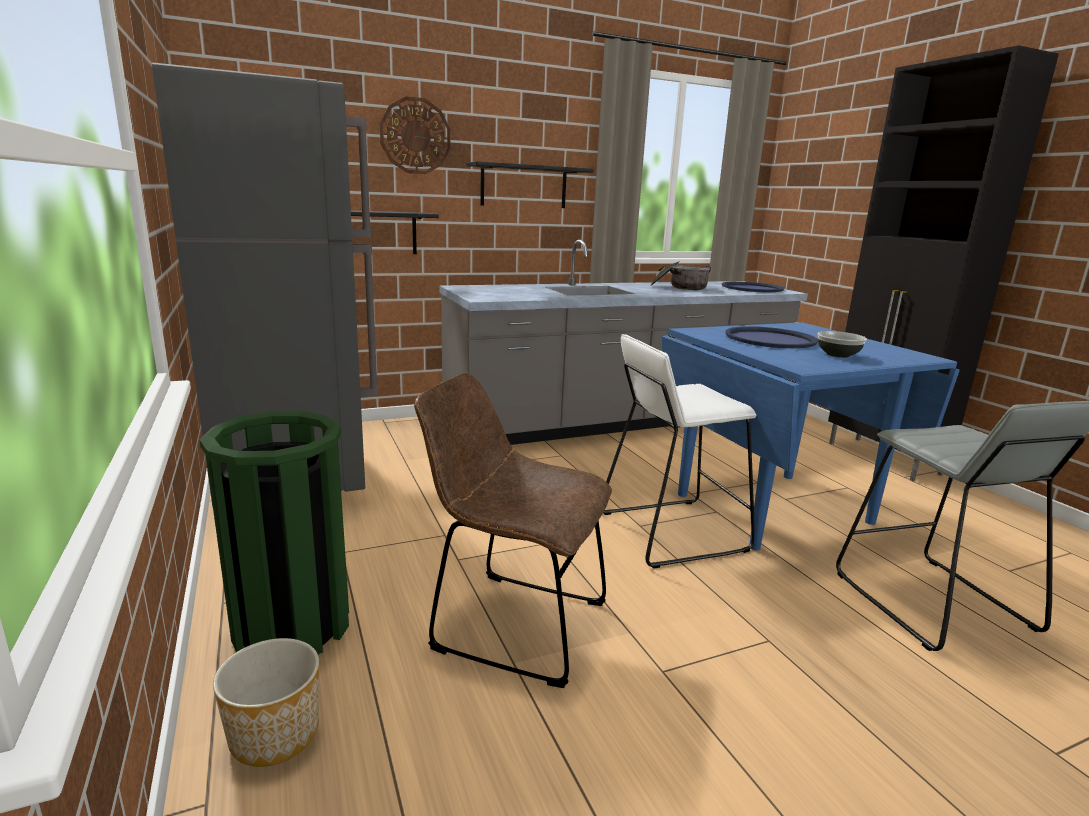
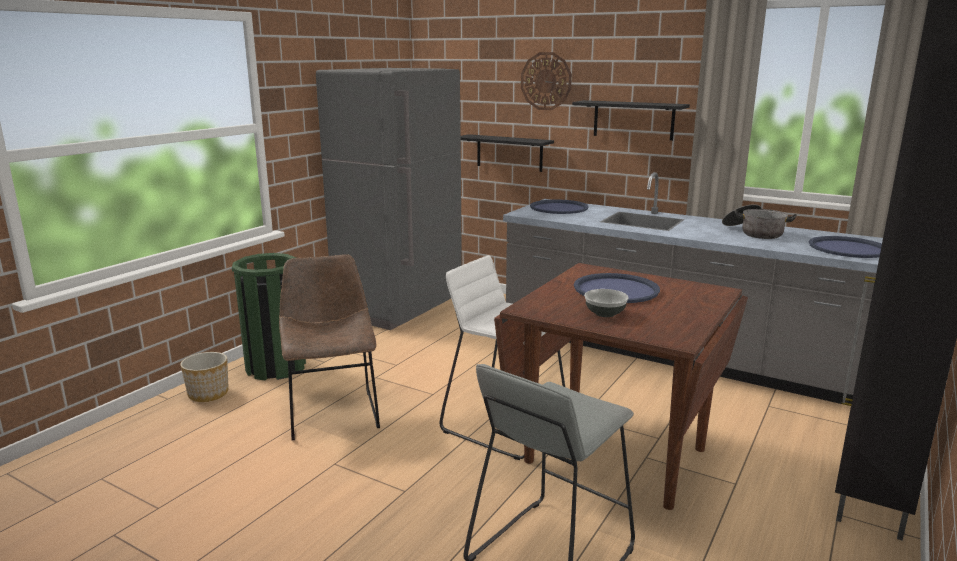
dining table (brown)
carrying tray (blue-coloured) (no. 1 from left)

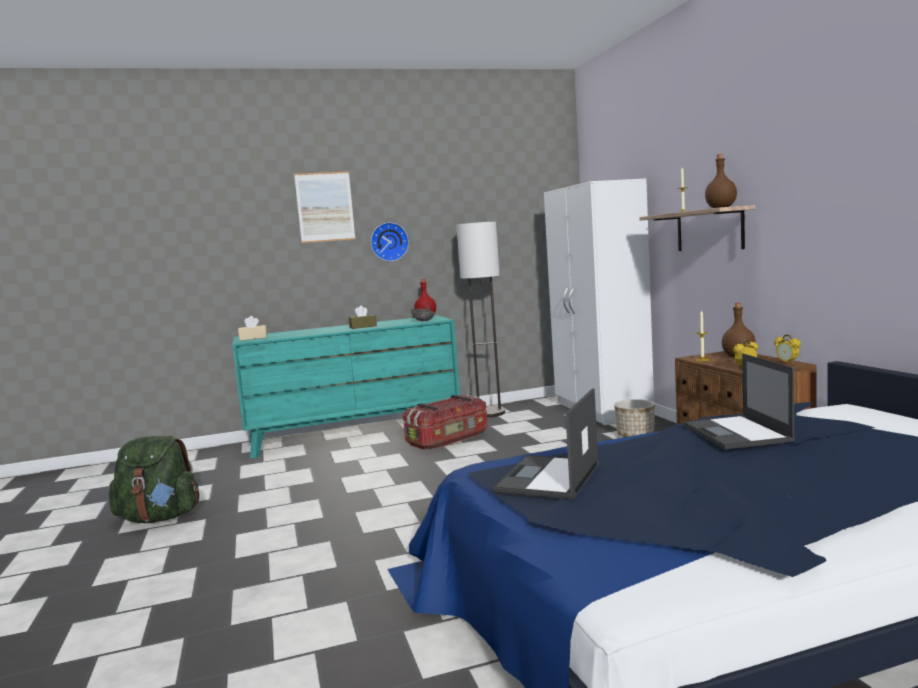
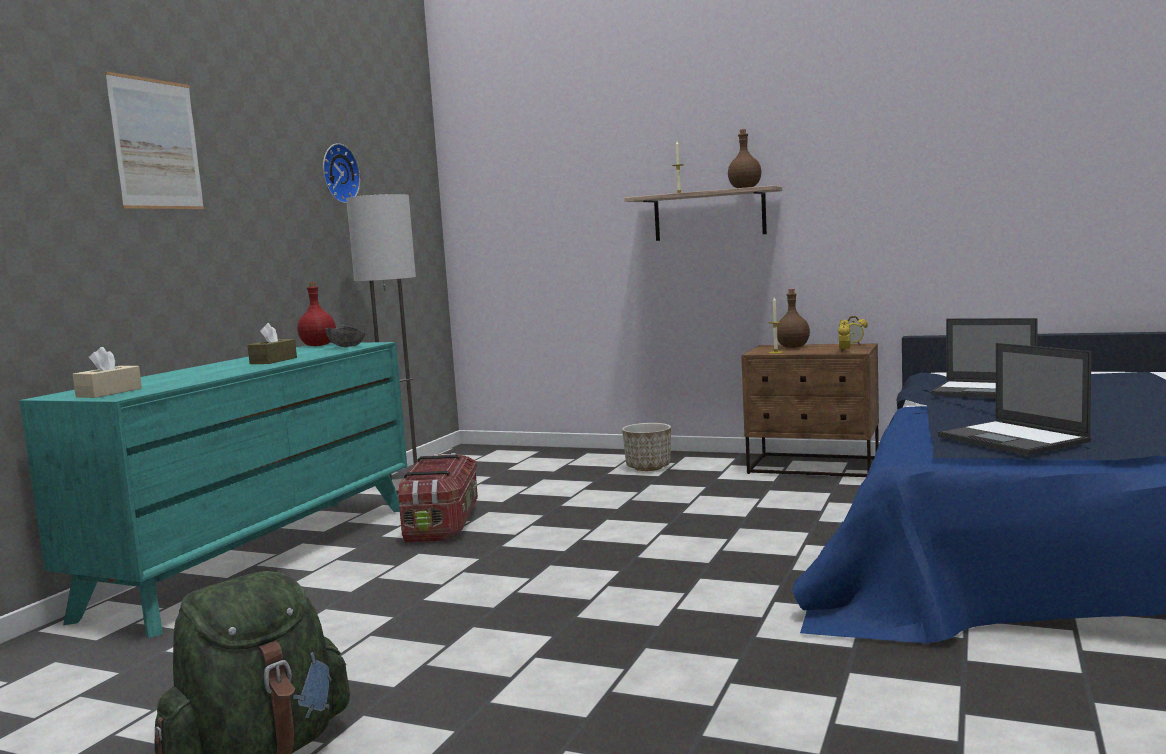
hanging clock
armoire (white)

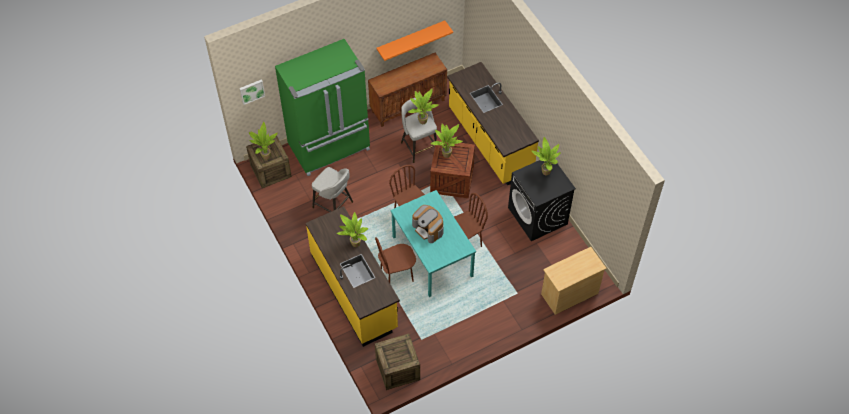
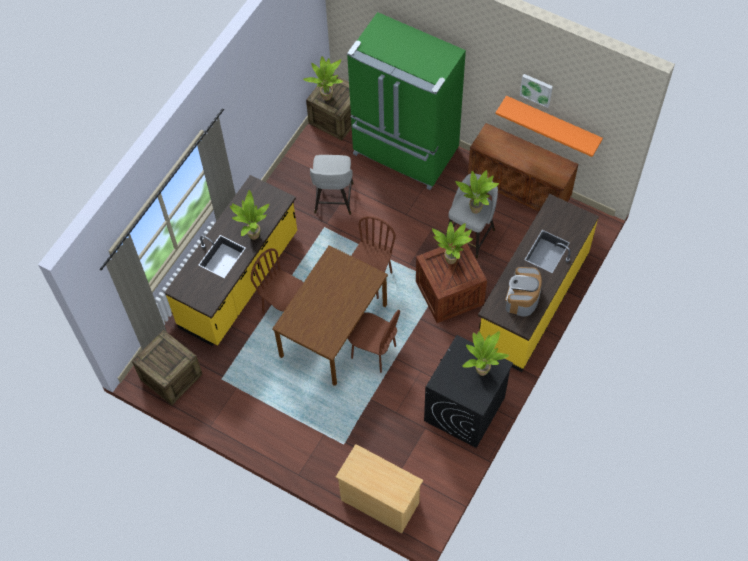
dining table (brown)
coffee maker
picture

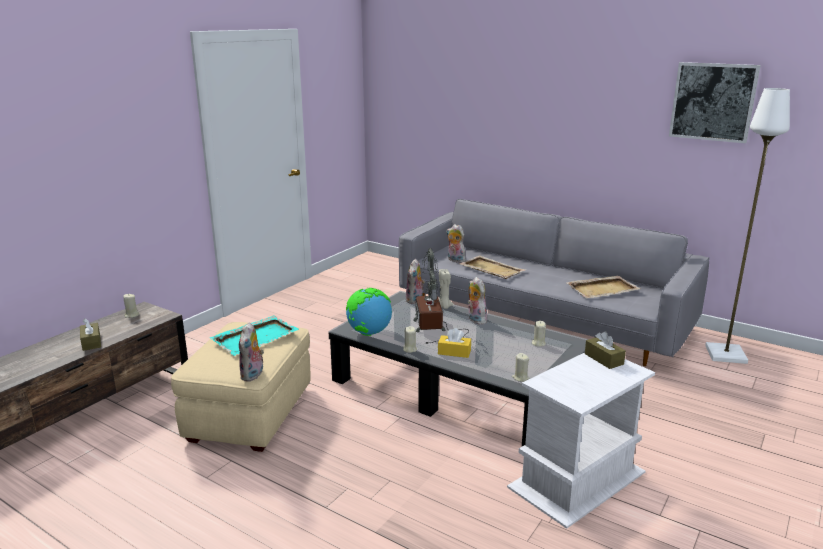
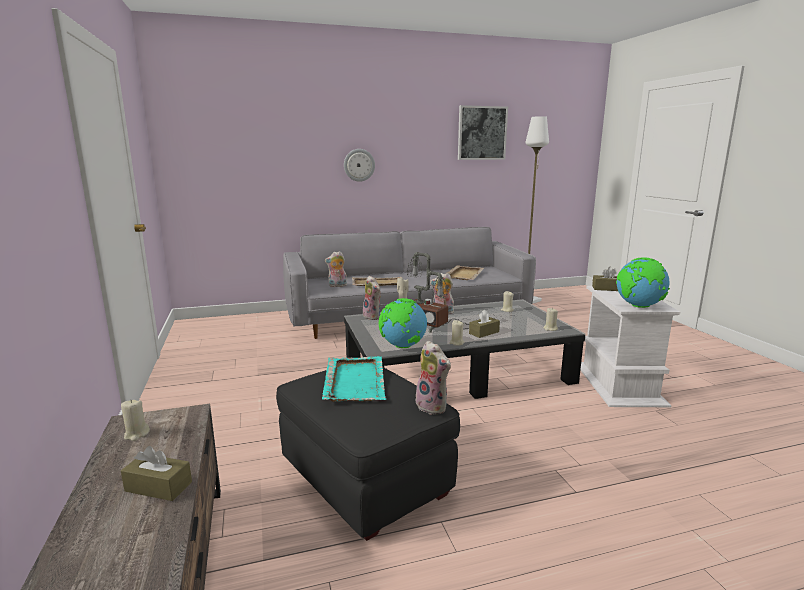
ottoman (blackish)
hanging clock
box of tissues (brown) (no. 2 from left)
globe (no. 2 from left)

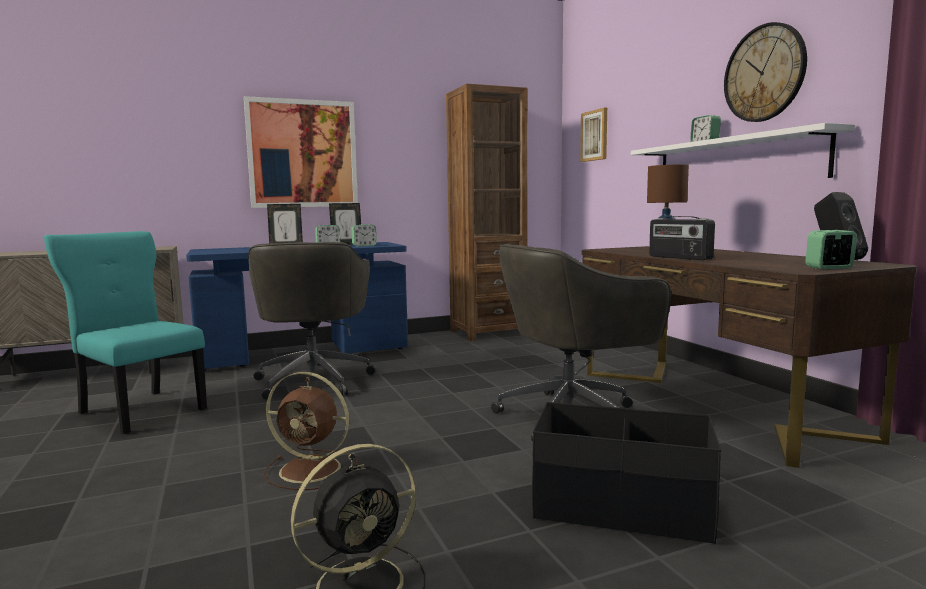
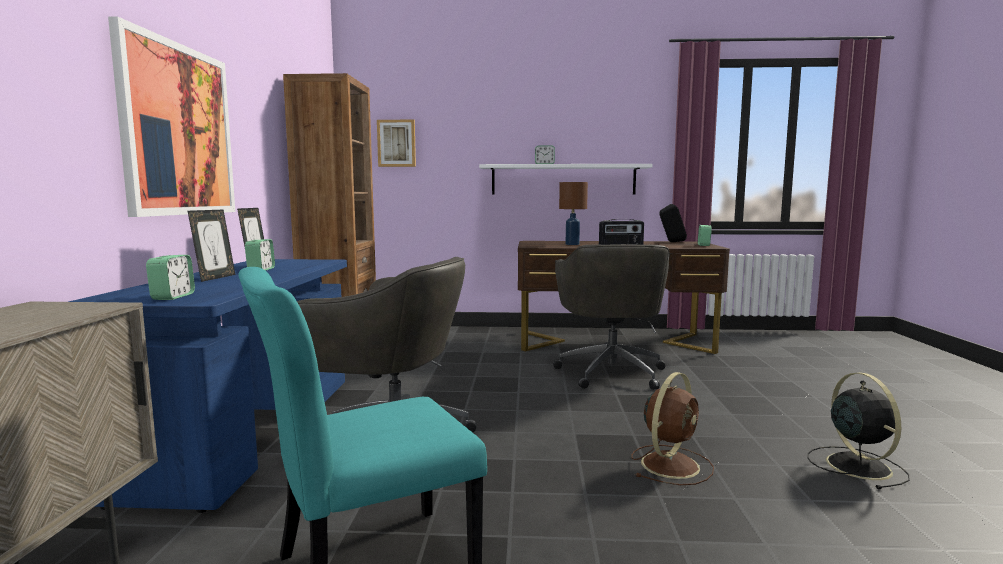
bedside clock (no. 1 from left)
storage container (blackish)
hanging clock

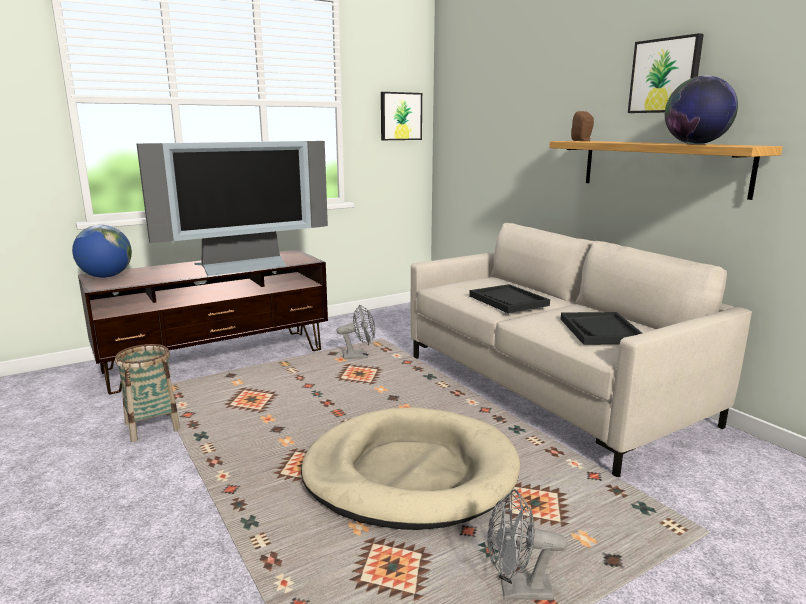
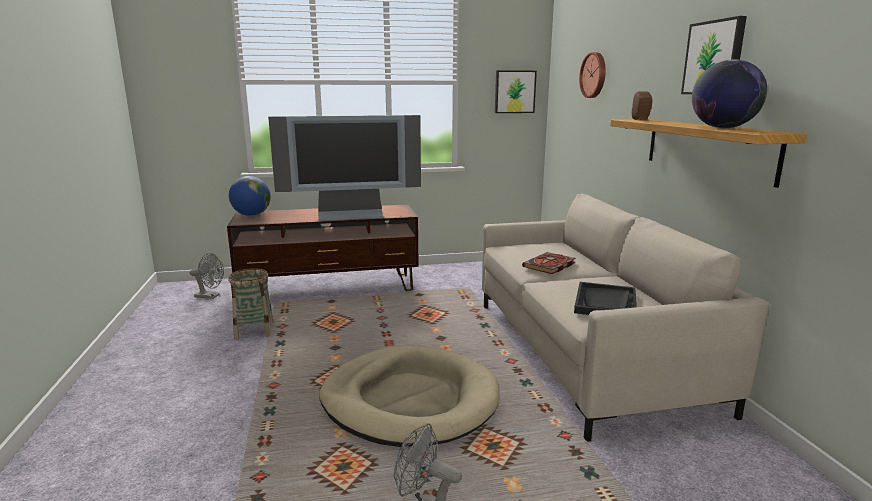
electric fan (gray) (no. 1 from left)
bound book
hanging clock

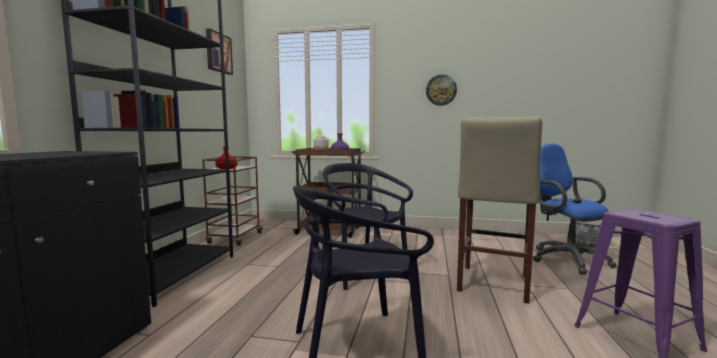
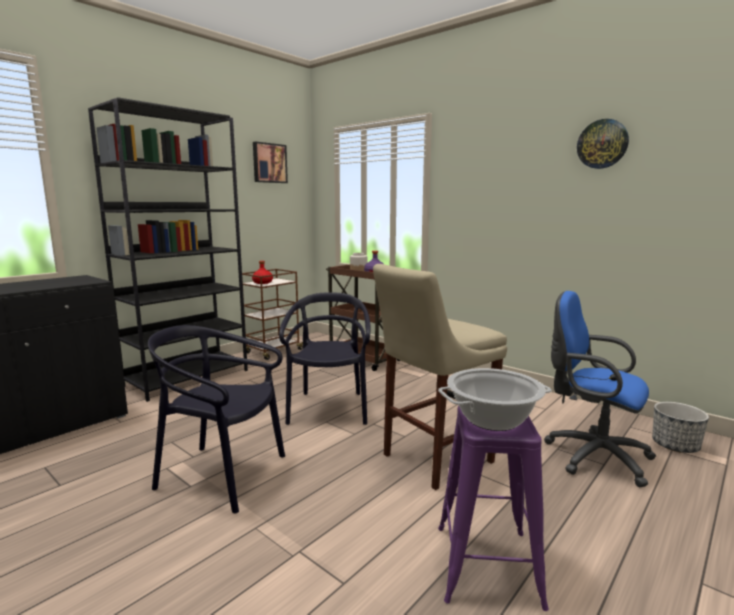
saucepot
desk chair (blue-coloured)
hanging clock

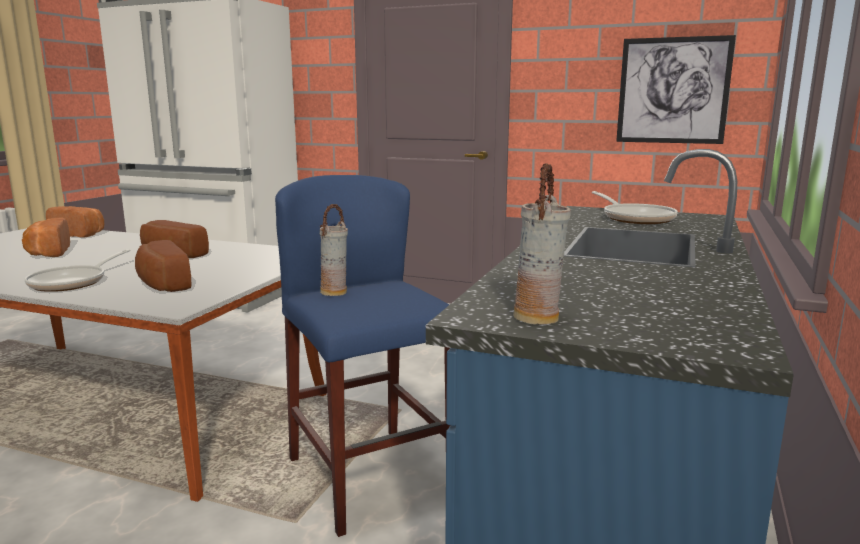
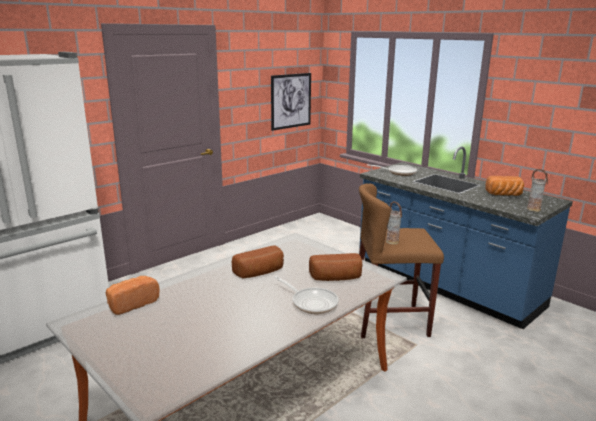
stool seat (brown)
baked bread (no. 4 from left)

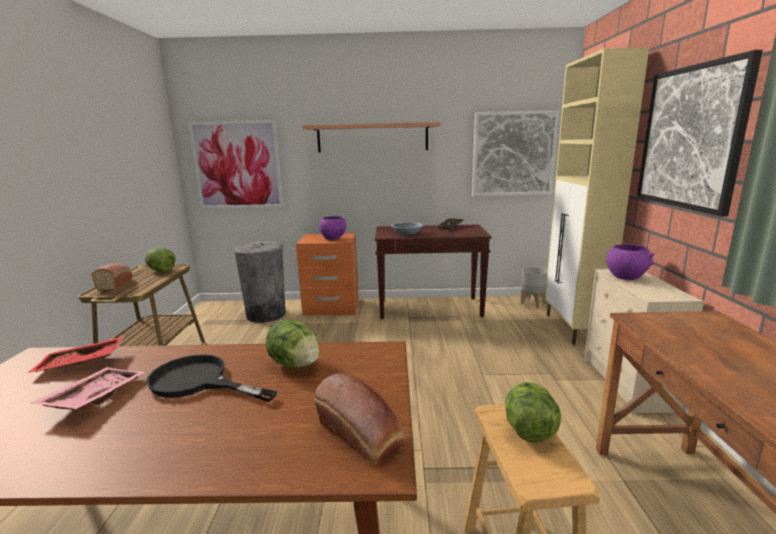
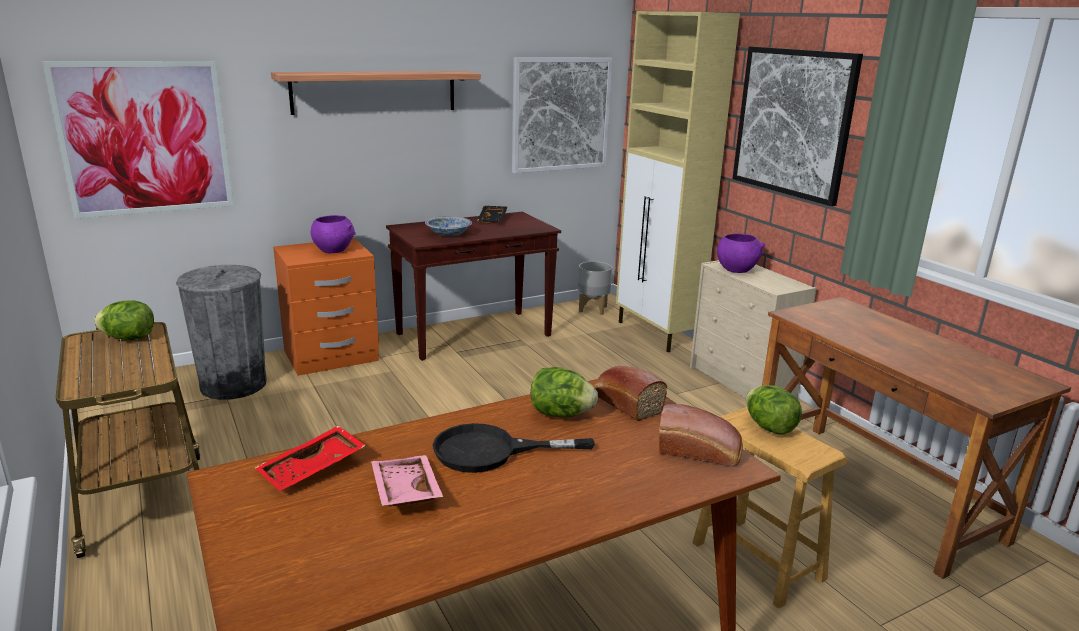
baked bread (no. 1 from left)

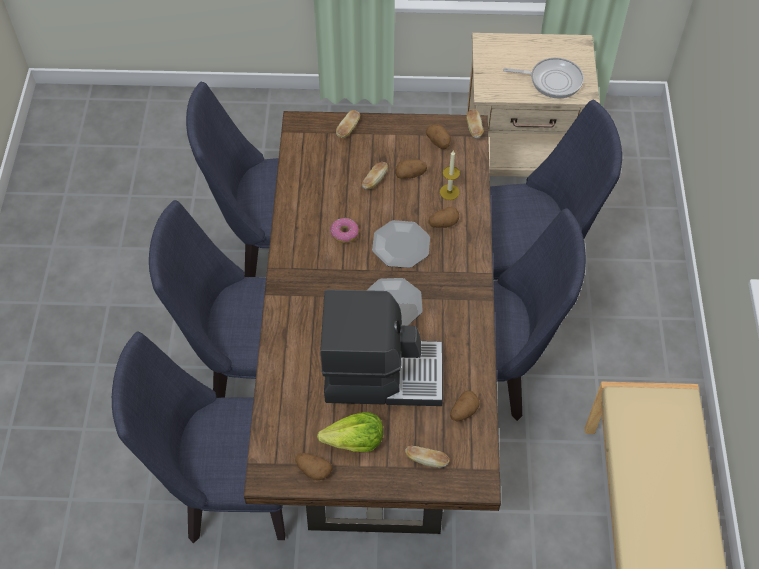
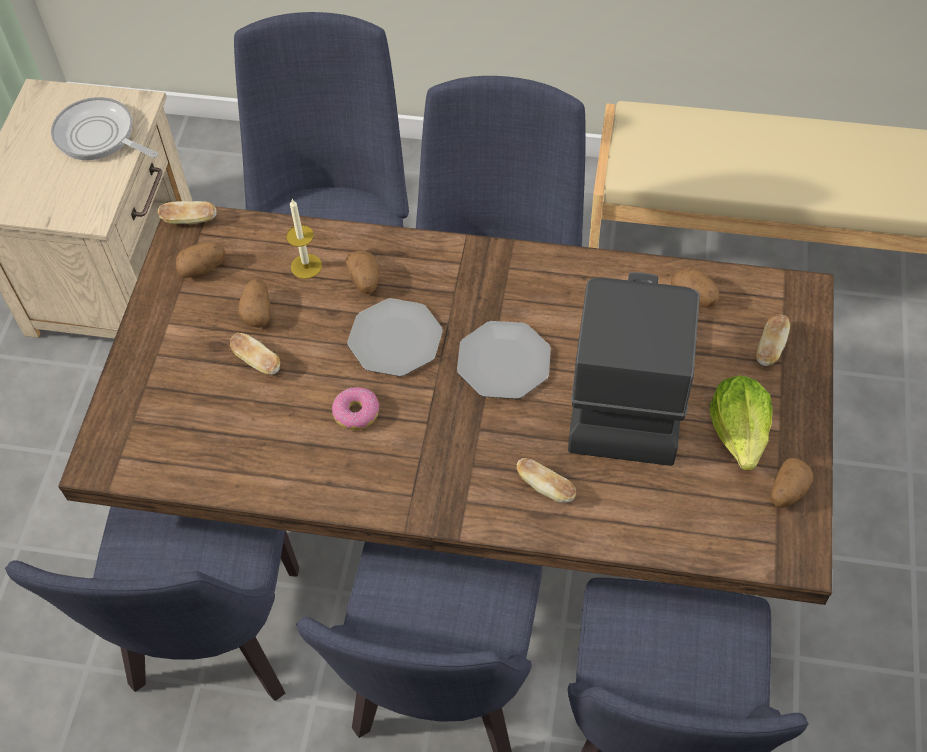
pan
baked bread (no. 3 from left)

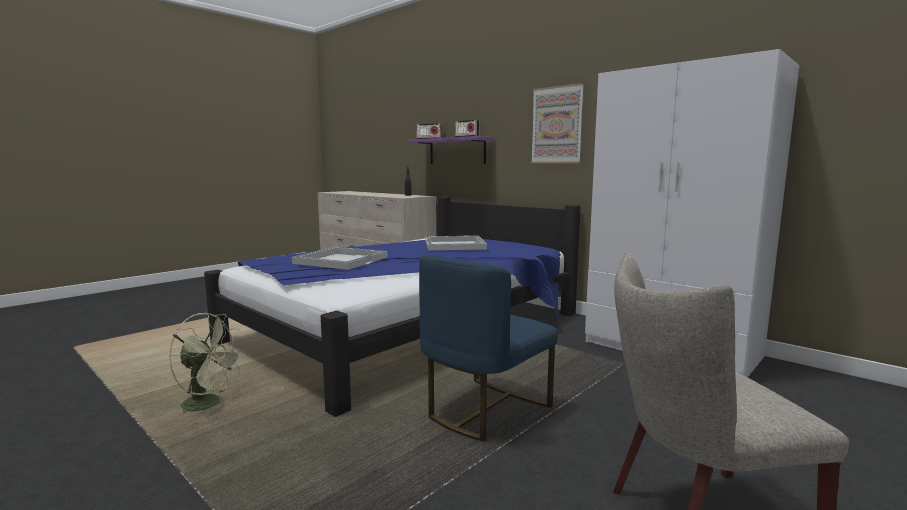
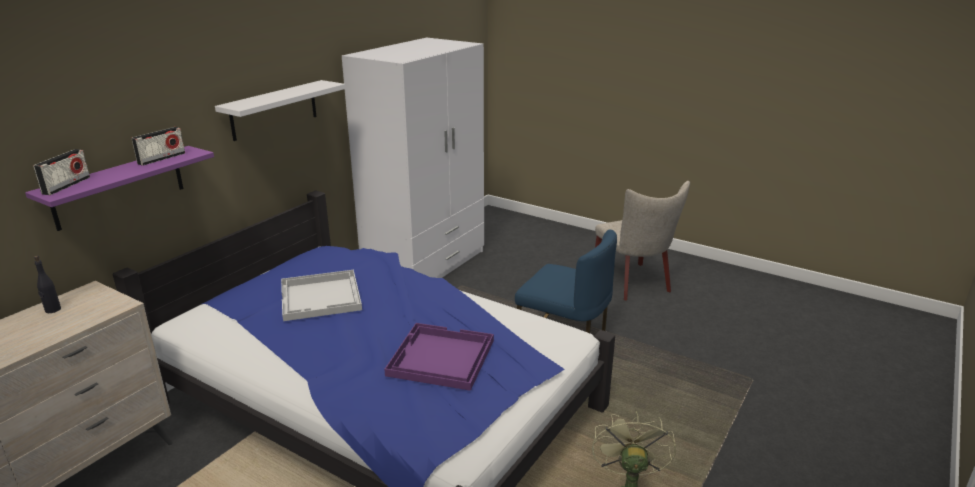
bracket shelf (white)
carrying tray (purplish)

